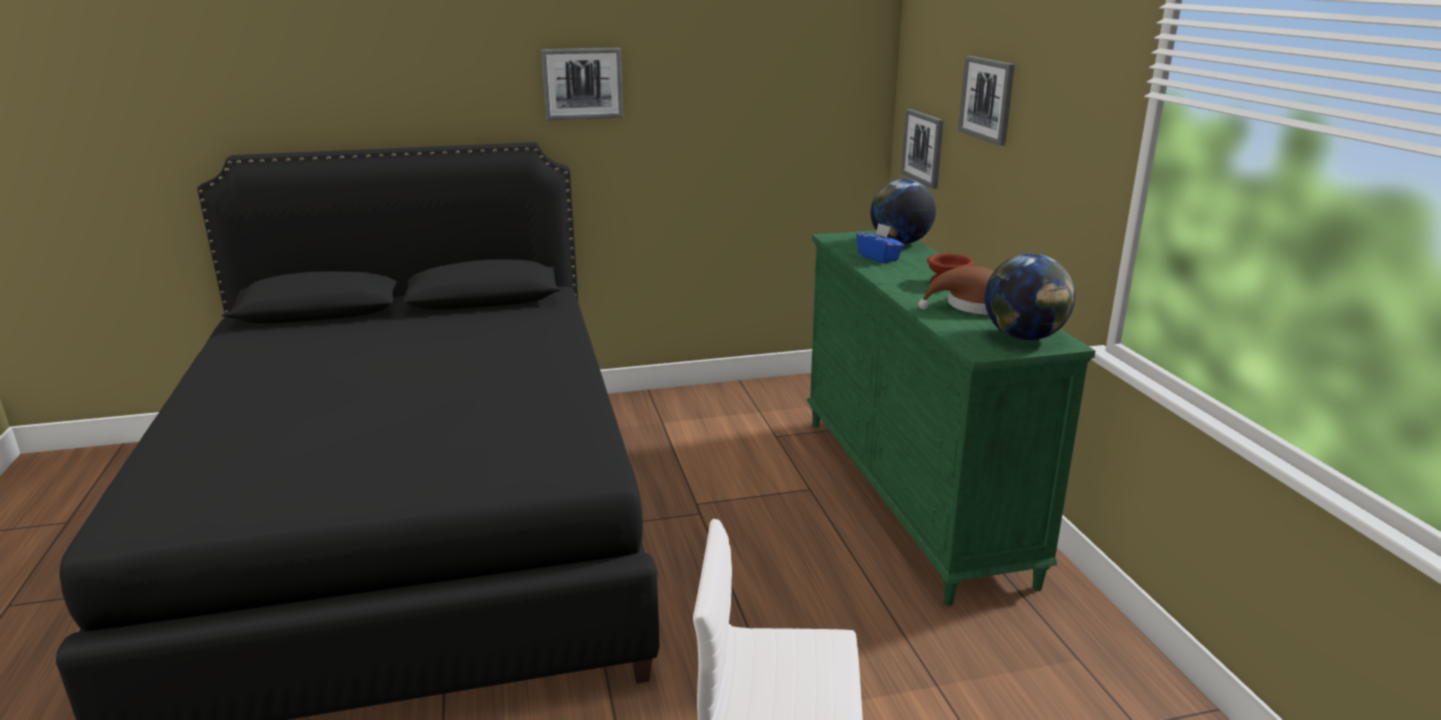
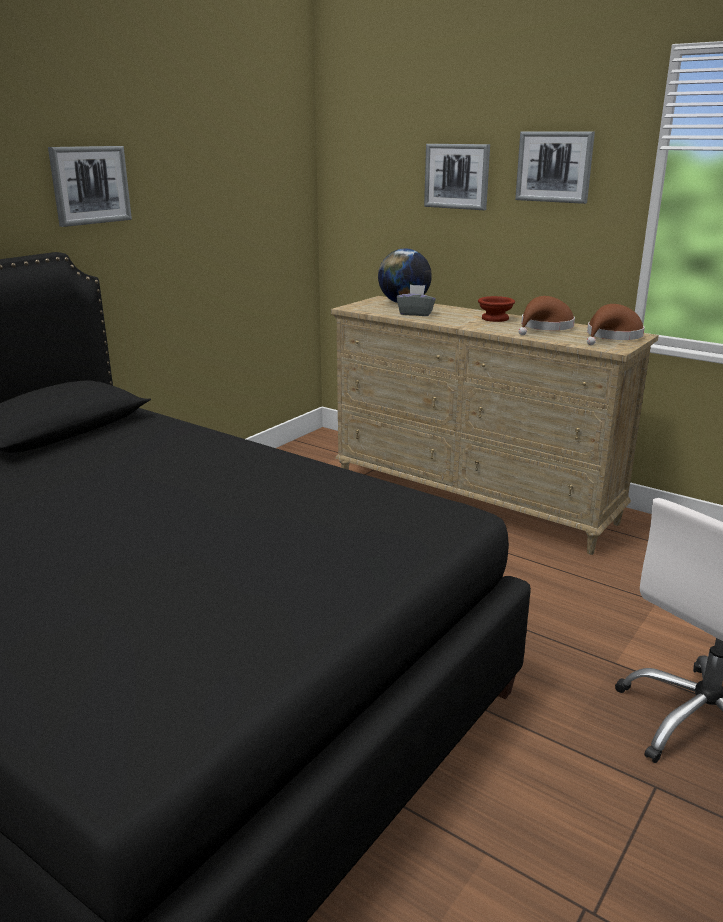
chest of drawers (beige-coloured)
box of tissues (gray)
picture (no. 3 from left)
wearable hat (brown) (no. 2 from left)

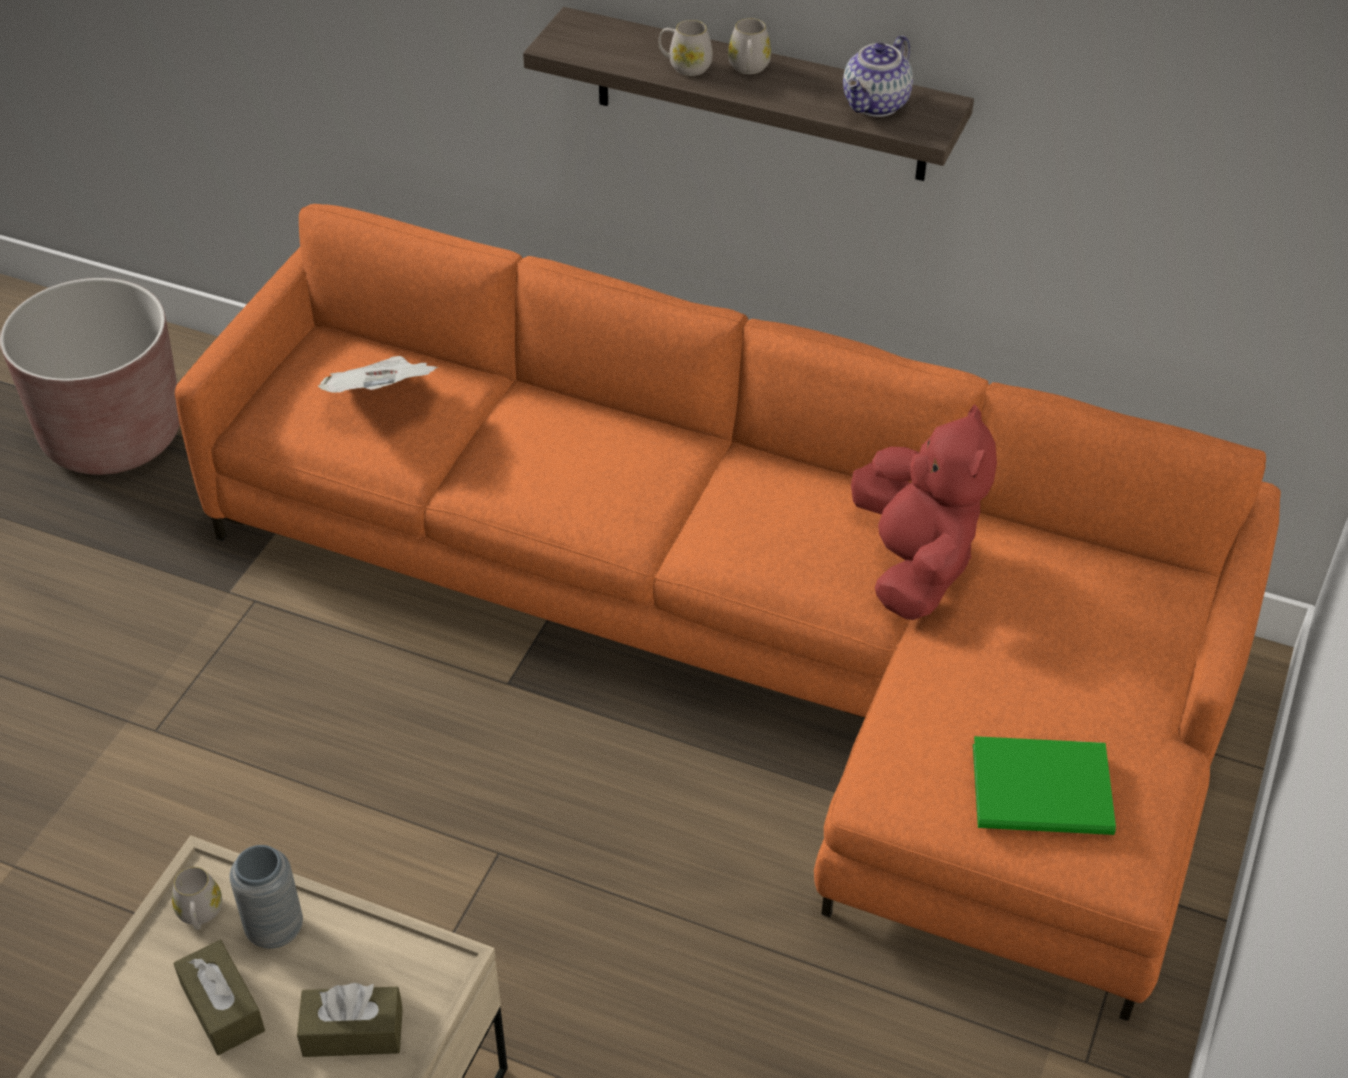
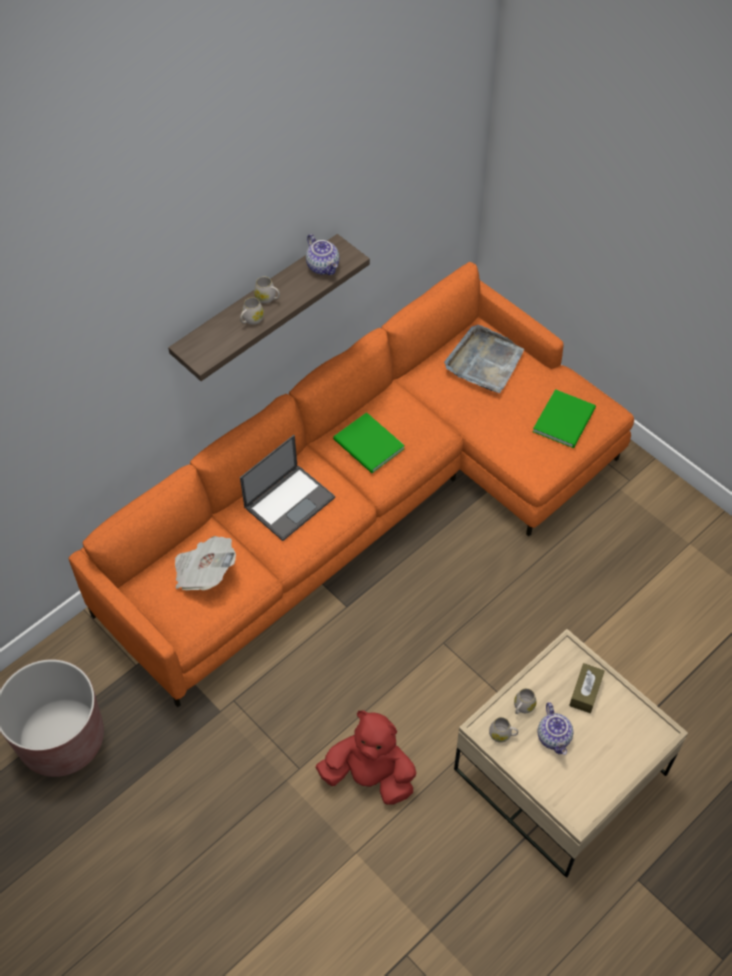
laptop
cuddly toy (red-coloured)
bound book (green-coloured) (no. 1 from left)
carrying tray (gray)
tea mug (white) (no. 4 from left)
pot for tea (no. 2 from left)

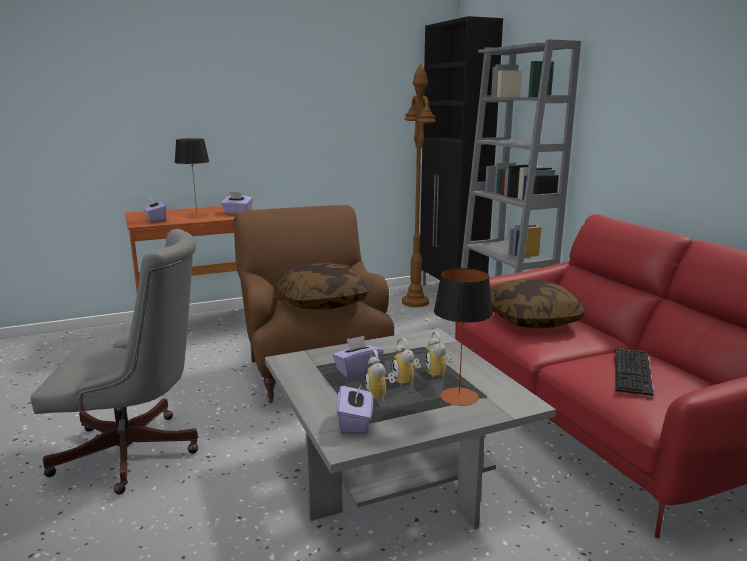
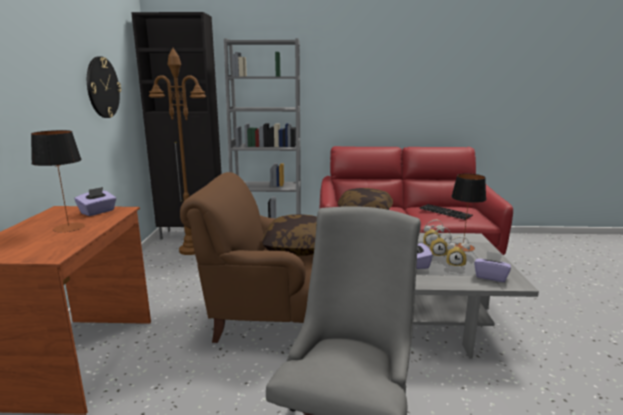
hanging clock
box of tissues (purplish) (no. 1 from left in the first image)

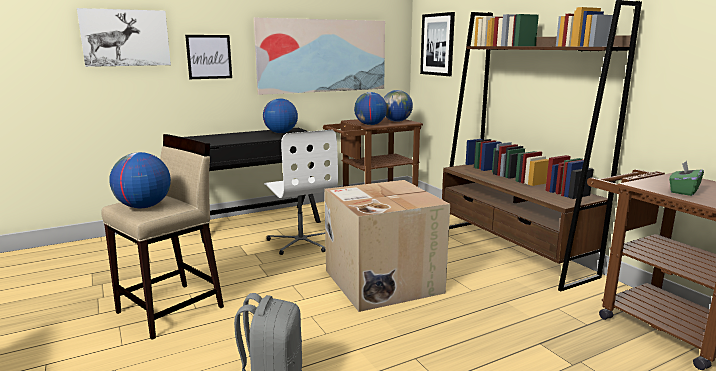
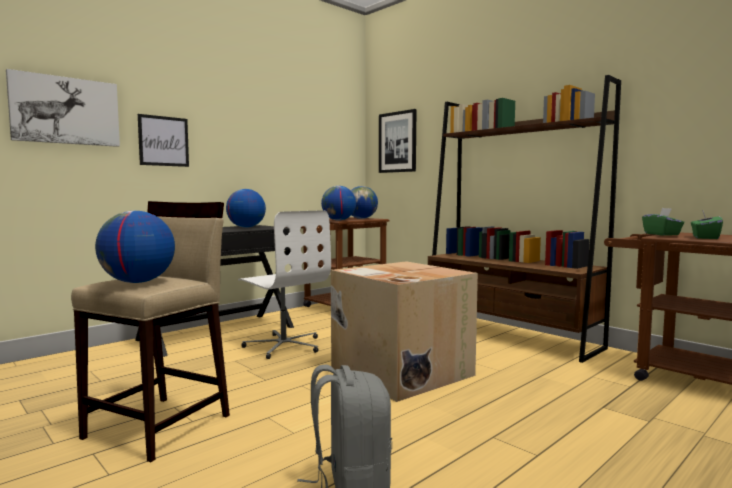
box of tissues (green-coloured) (no. 1 from left)
picture (no. 3 from left in the first image)

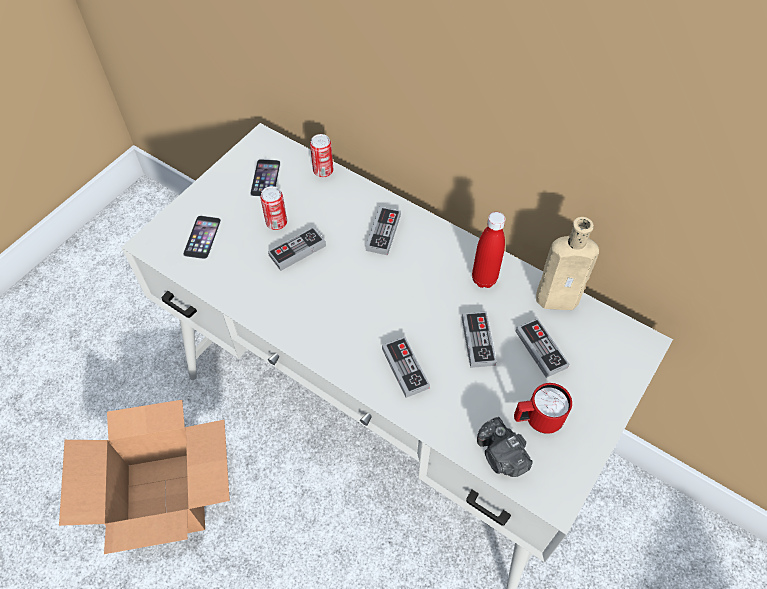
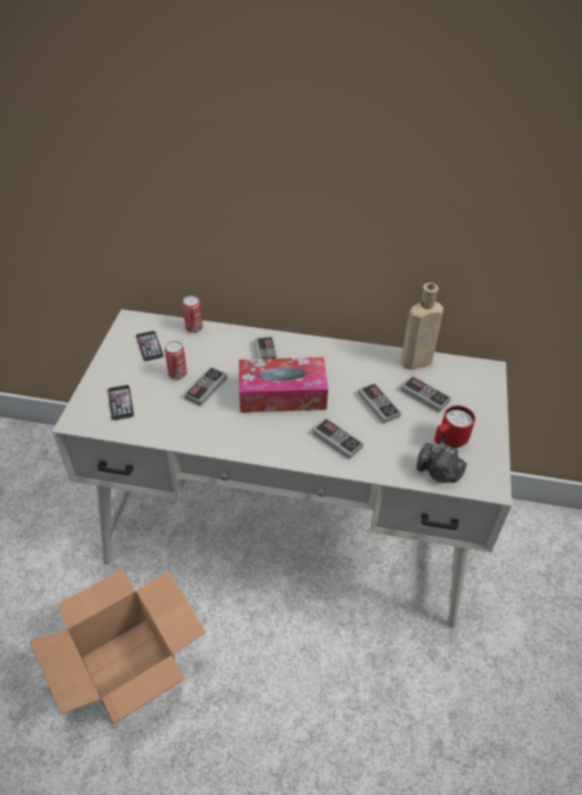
box of tissues
beverage bottle (red-coloured)

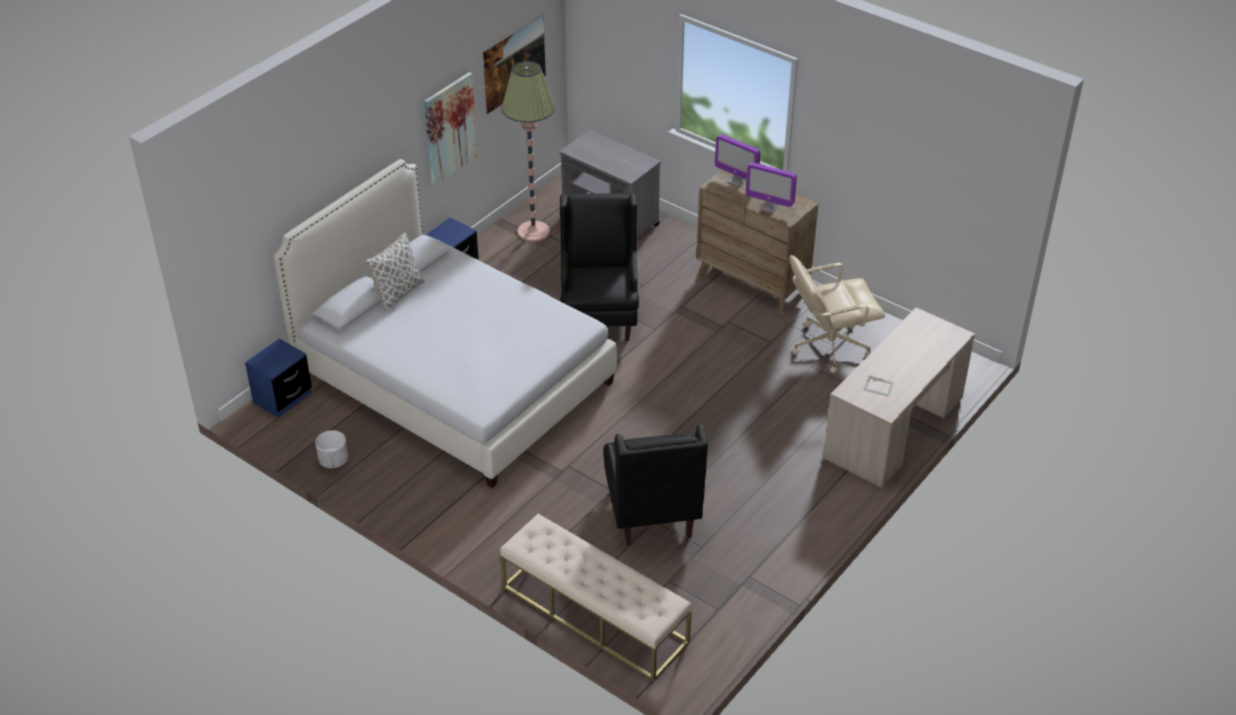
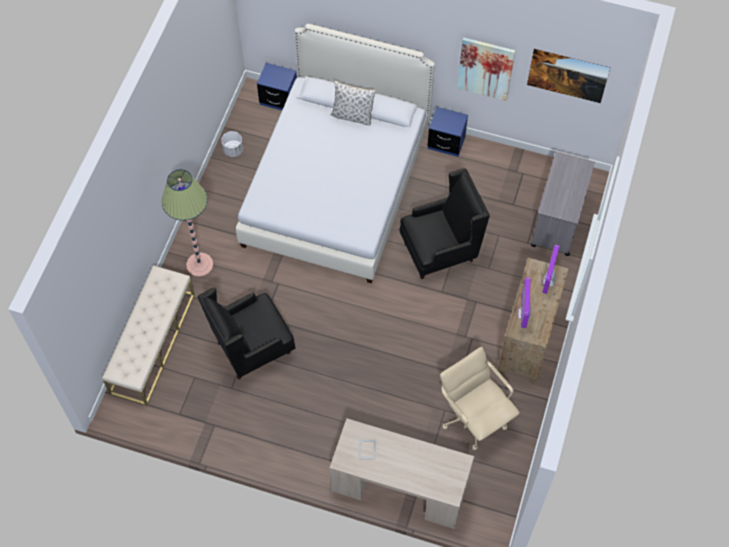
standard lamp

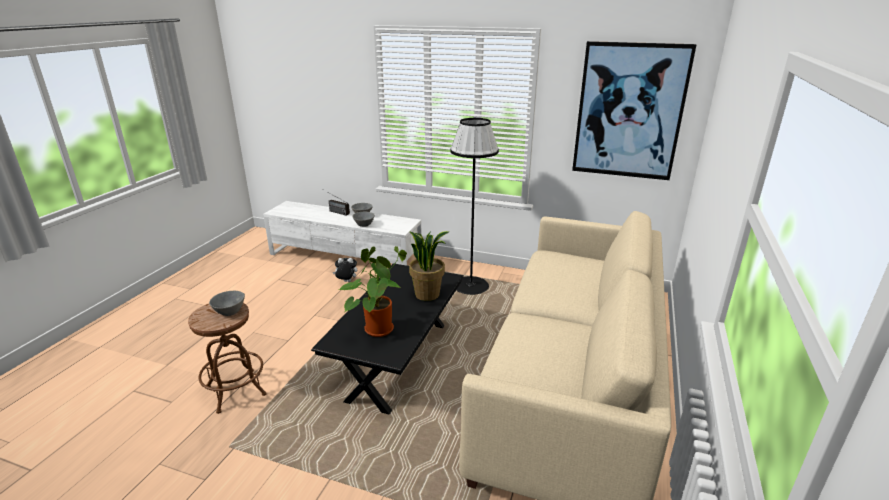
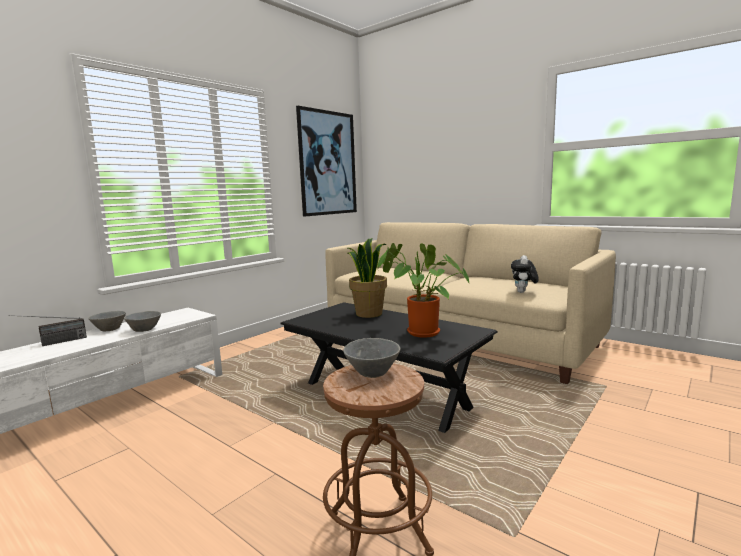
cuddly toy
standard lamp (blackish)

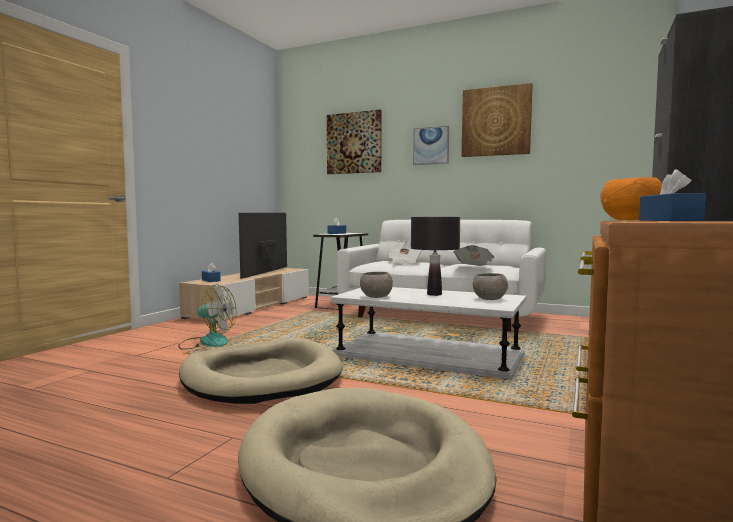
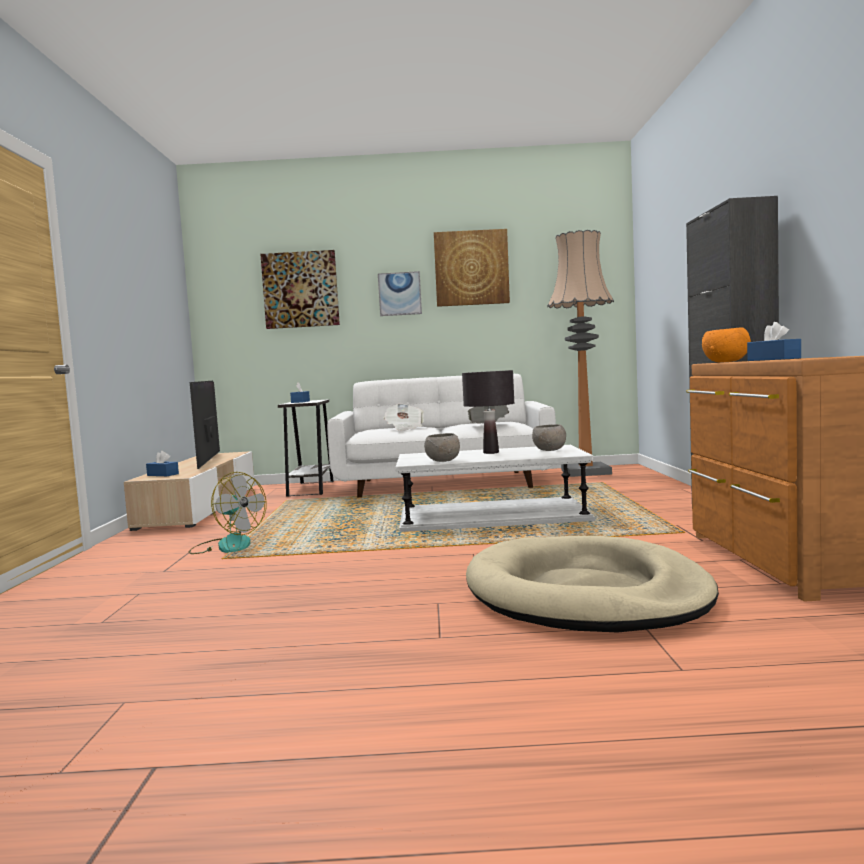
electric fan
standard lamp
pet bed (beige-coloured) (no. 1 from left in the first image)

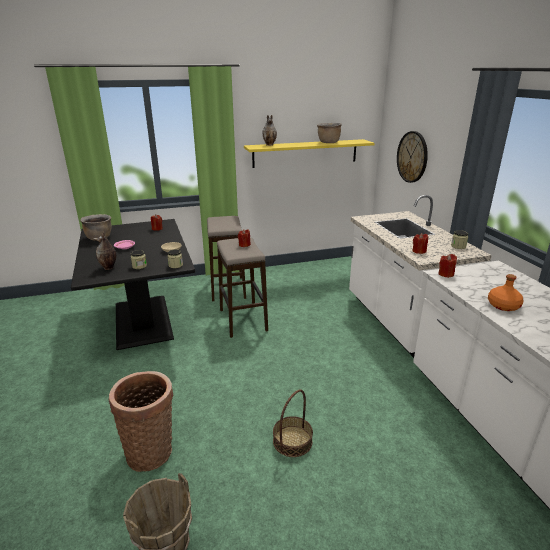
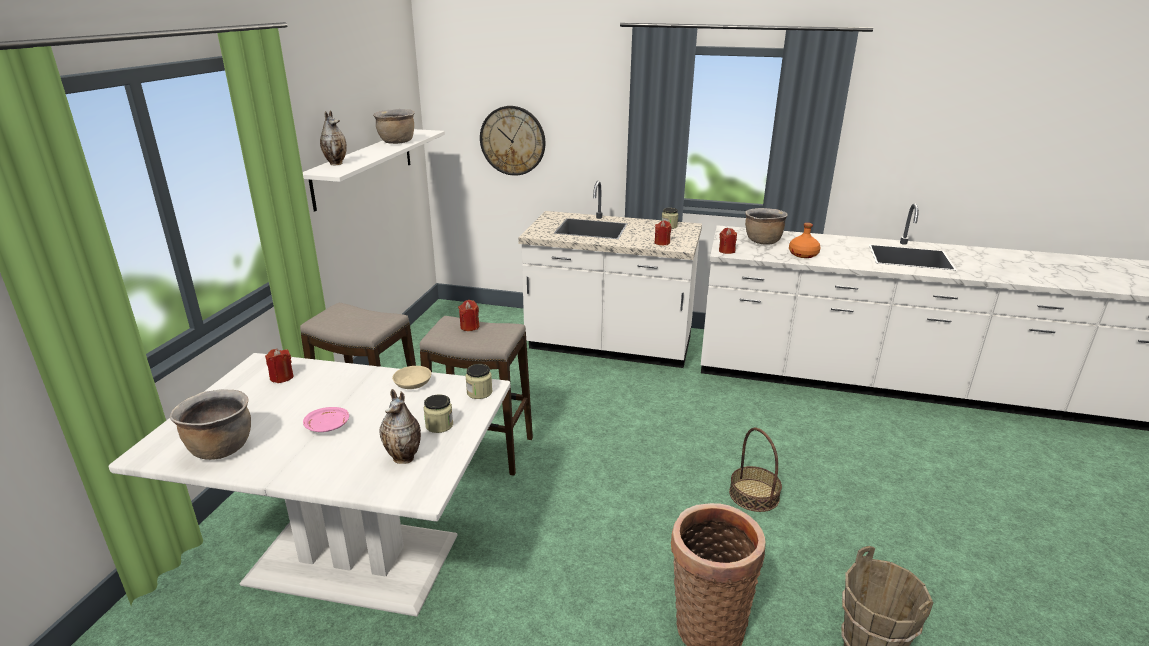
dining table (white)
bracket shelf (white)
saucepot (brown) (no. 3 from left)

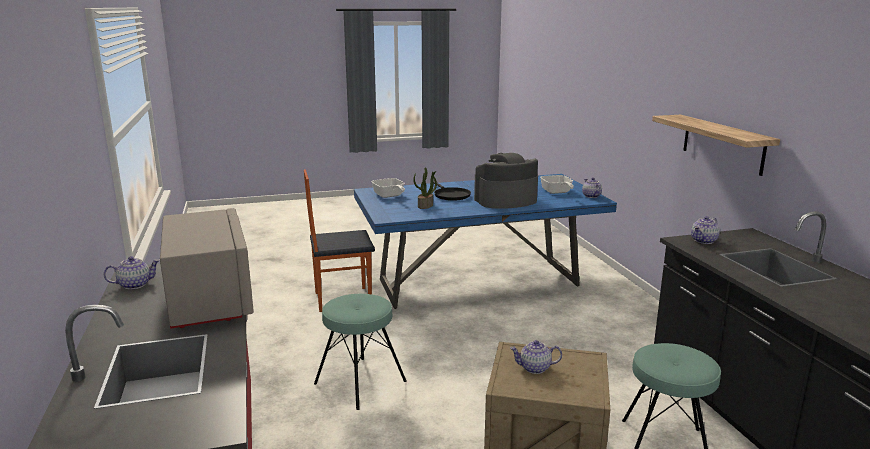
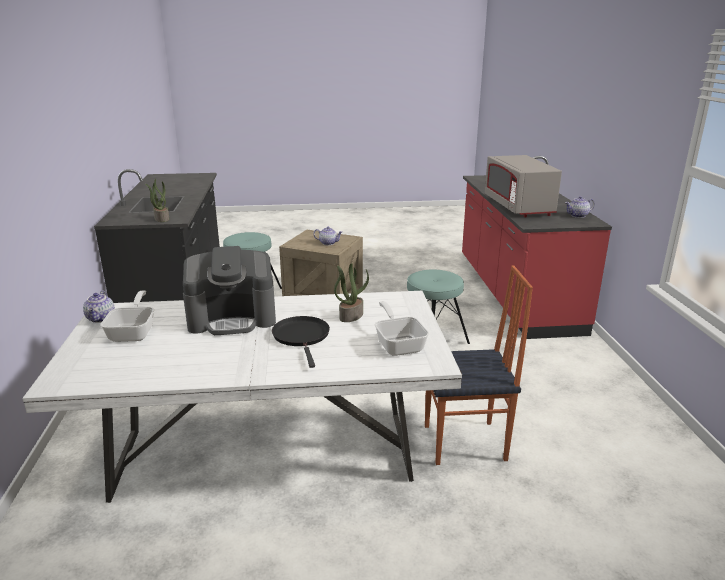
dining table (white)
potted plant (no. 1 from left)
bracket shelf

